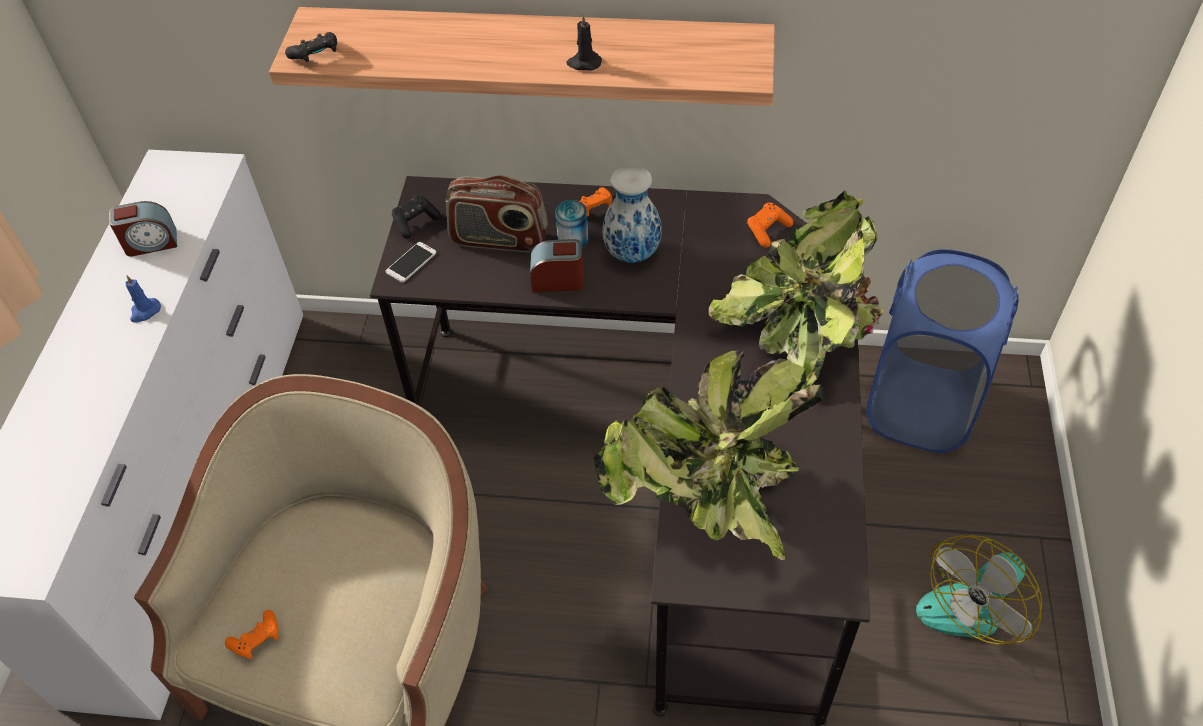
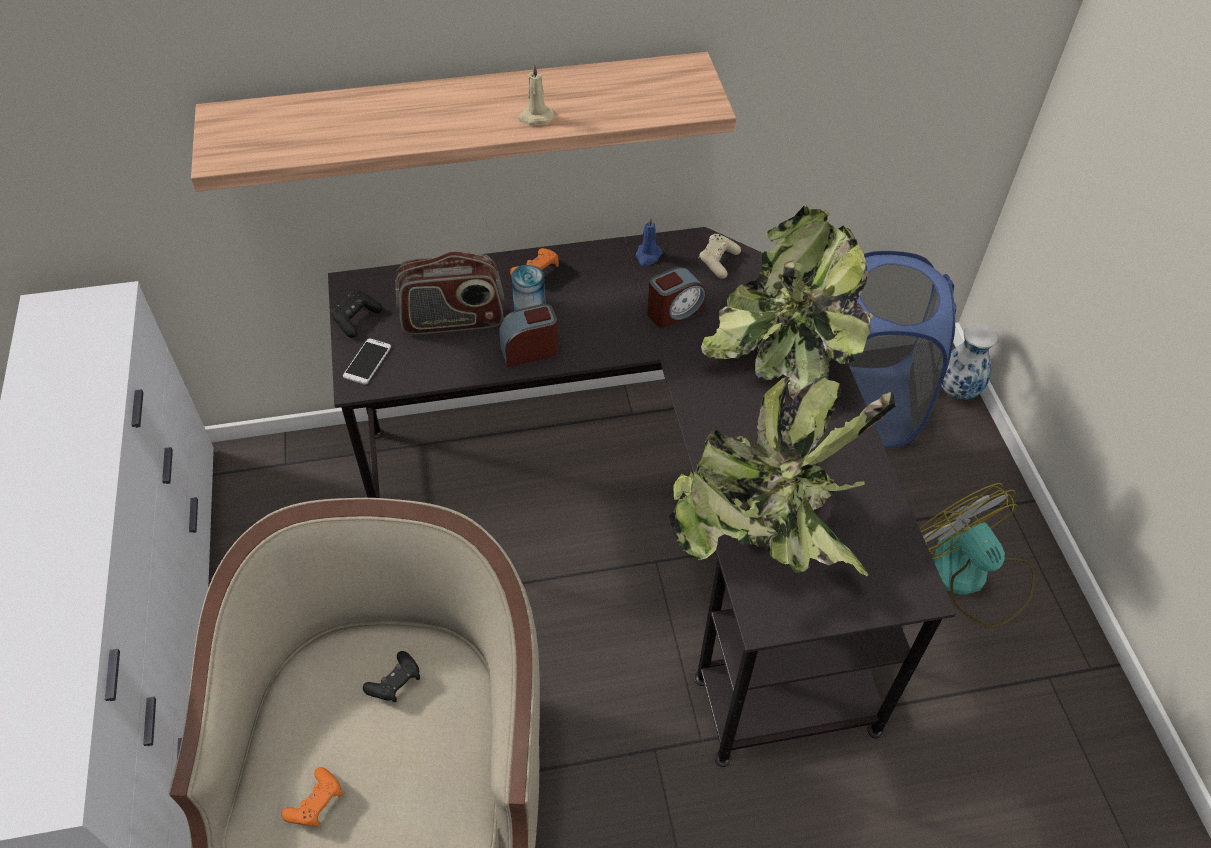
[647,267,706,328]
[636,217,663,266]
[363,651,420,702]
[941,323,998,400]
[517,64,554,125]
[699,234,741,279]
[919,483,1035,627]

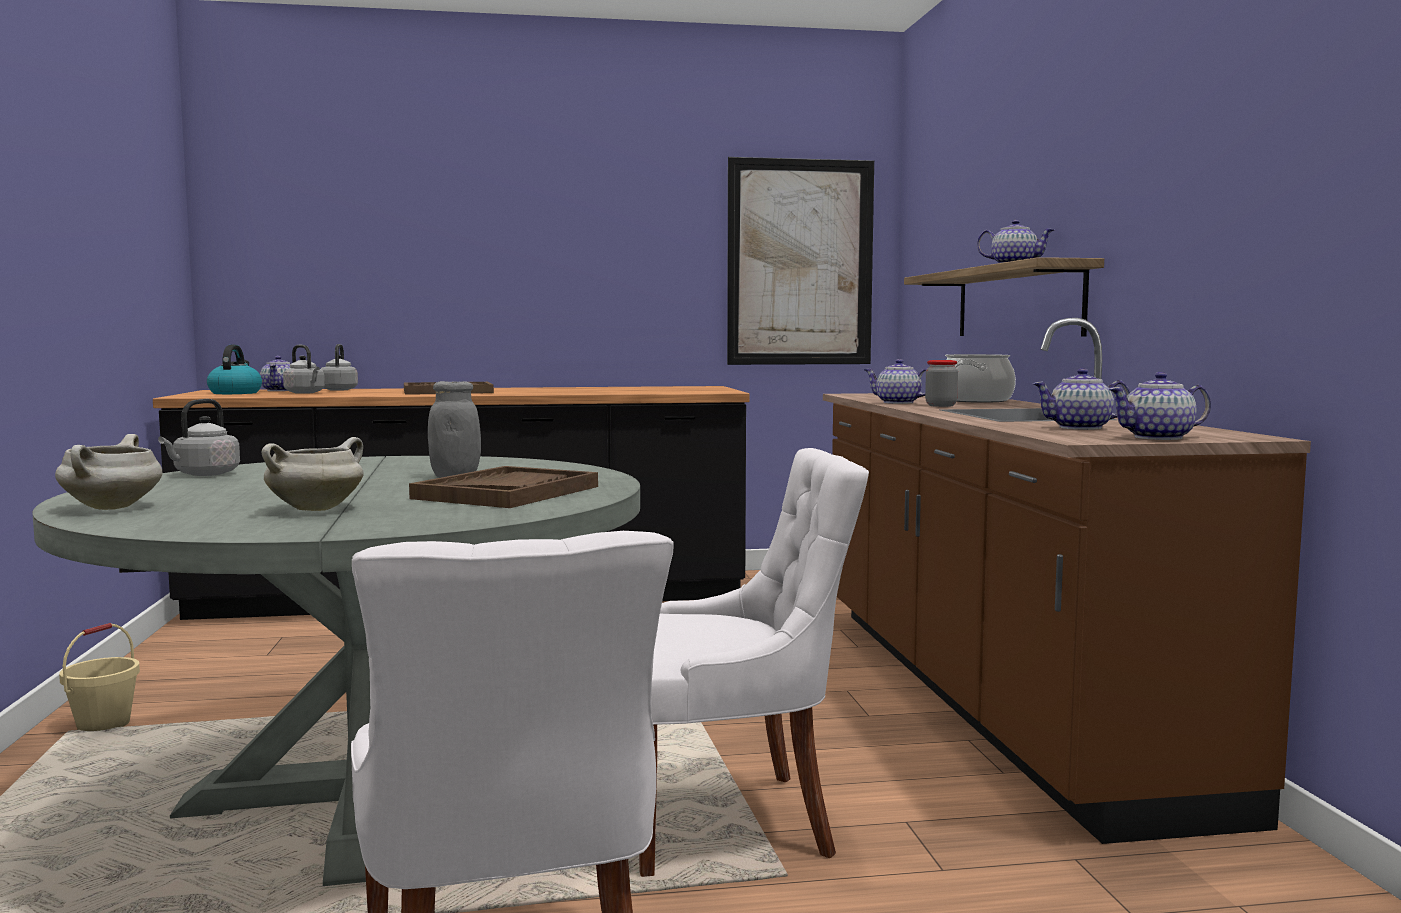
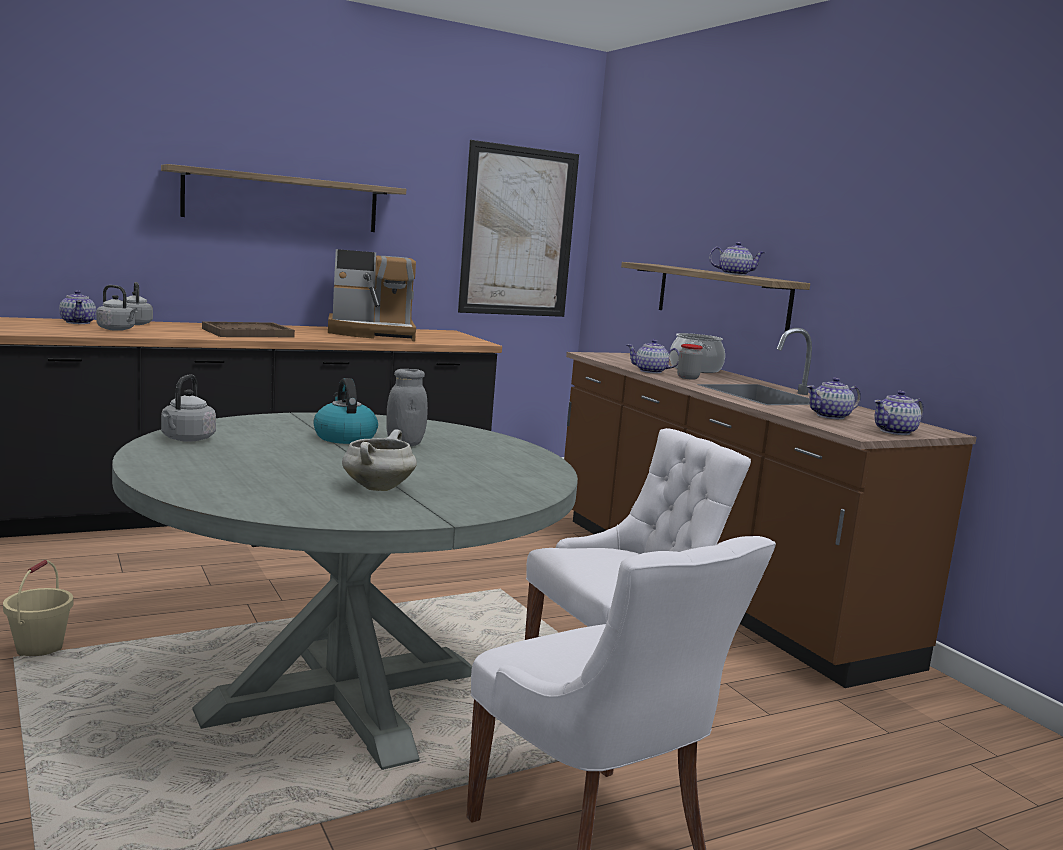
[55,434,162,510] (first image)
[409,466,598,508] (first image)
[161,164,406,232]
[328,249,416,341]
[313,378,378,444]

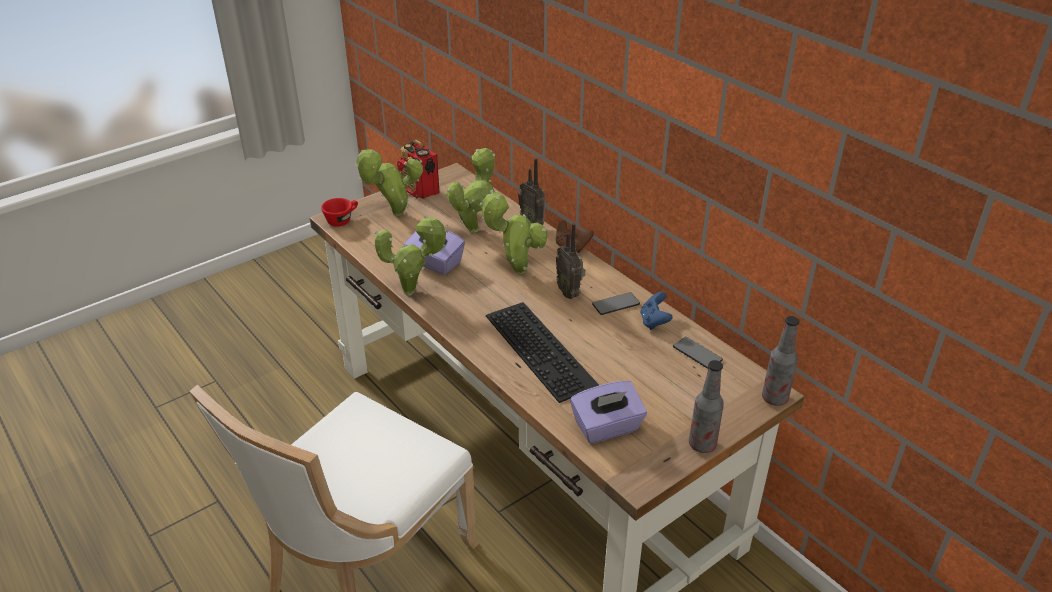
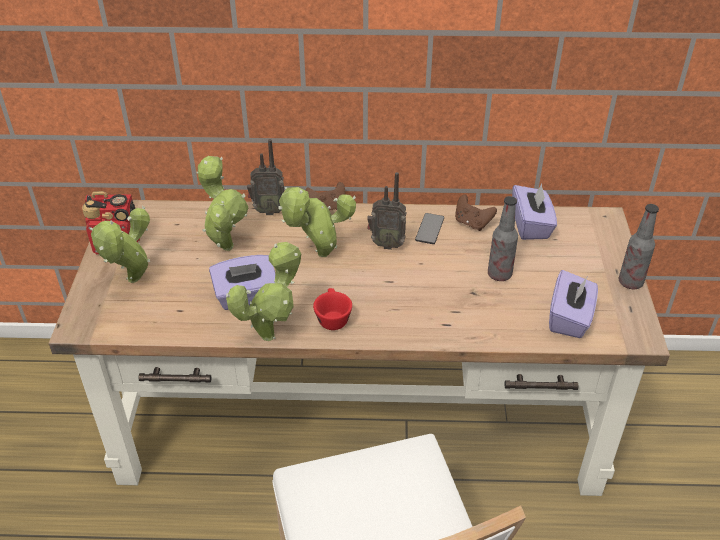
[486,302,599,403] (first image)
[313,288,352,330]
[488,196,518,281]
[512,184,557,240]
[455,195,497,231]

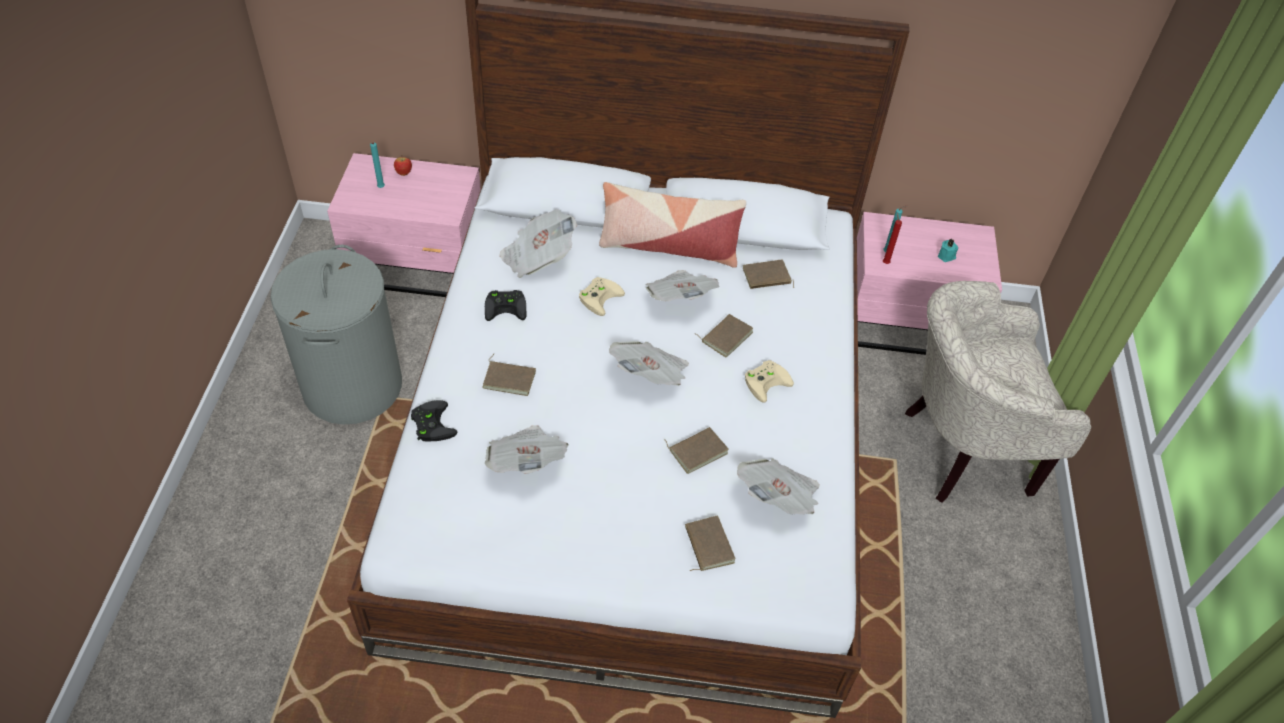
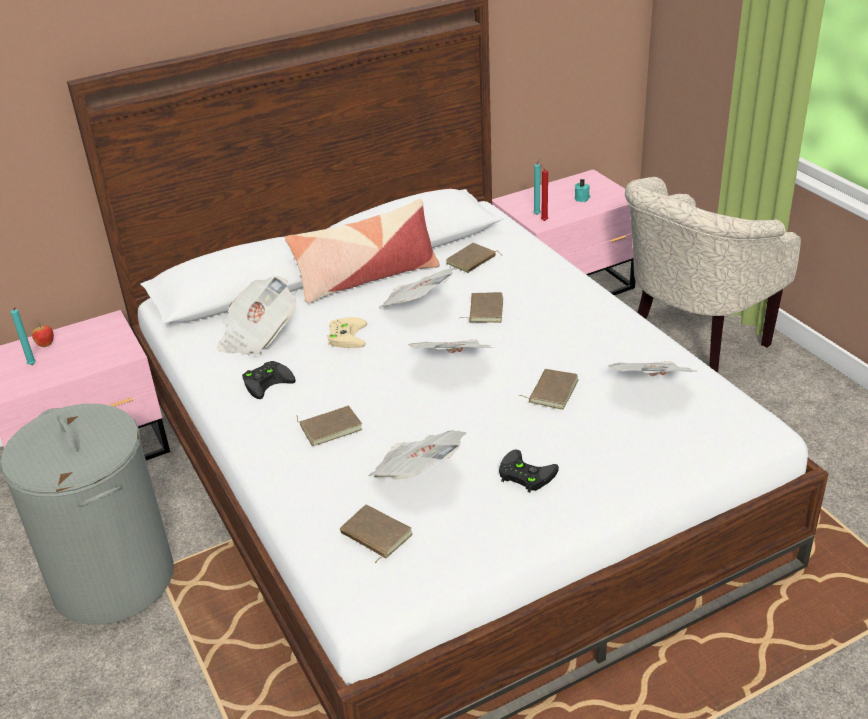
[745,360,794,403] (first image)
[499,449,559,492]
[340,505,413,563]

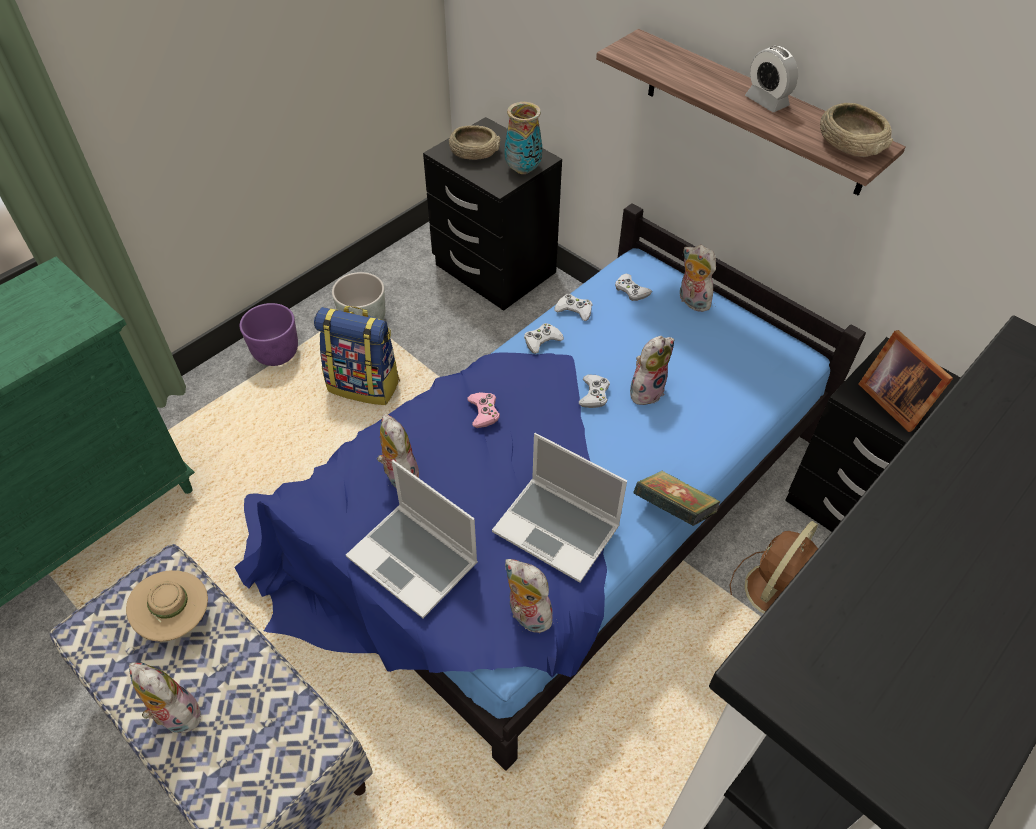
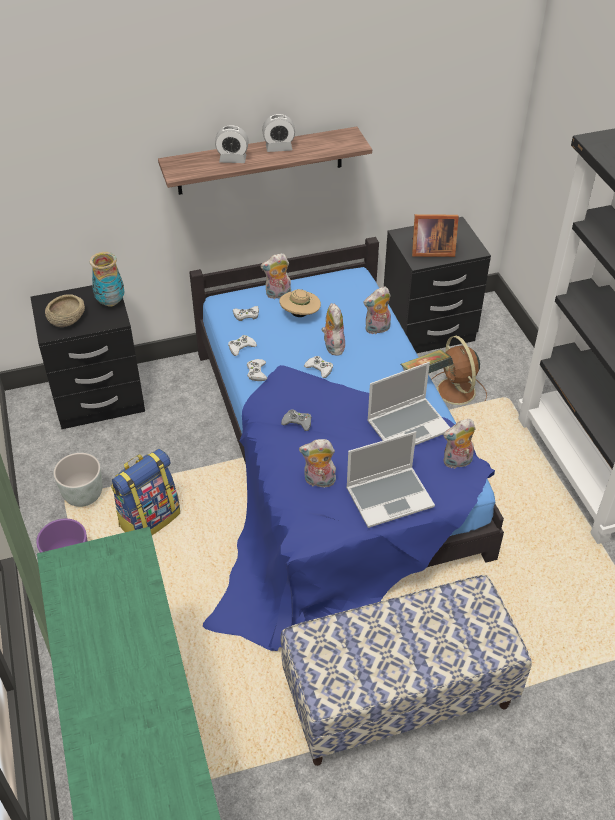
[820,103,893,157] (first image)
[215,125,249,163]
[279,289,321,317]
[363,286,391,334]
[281,410,312,431]

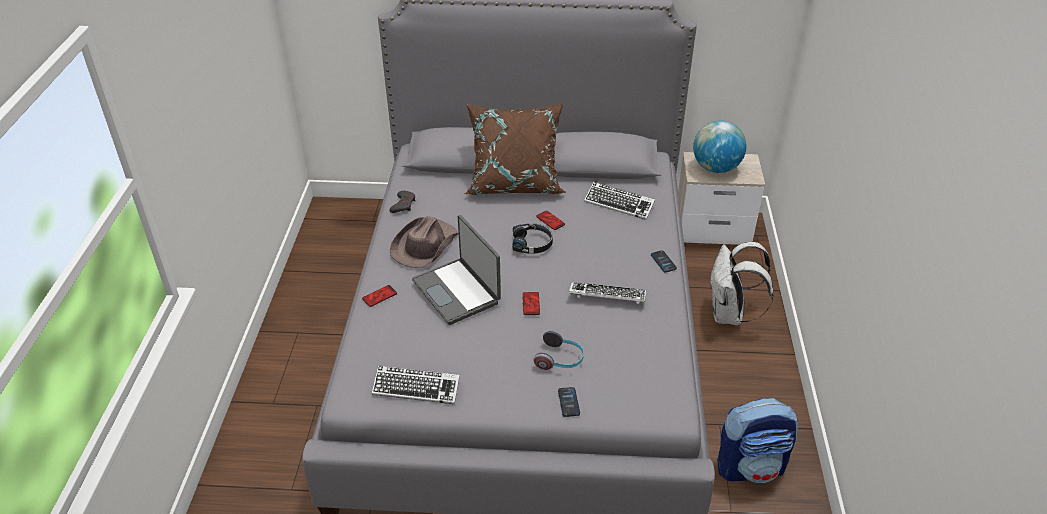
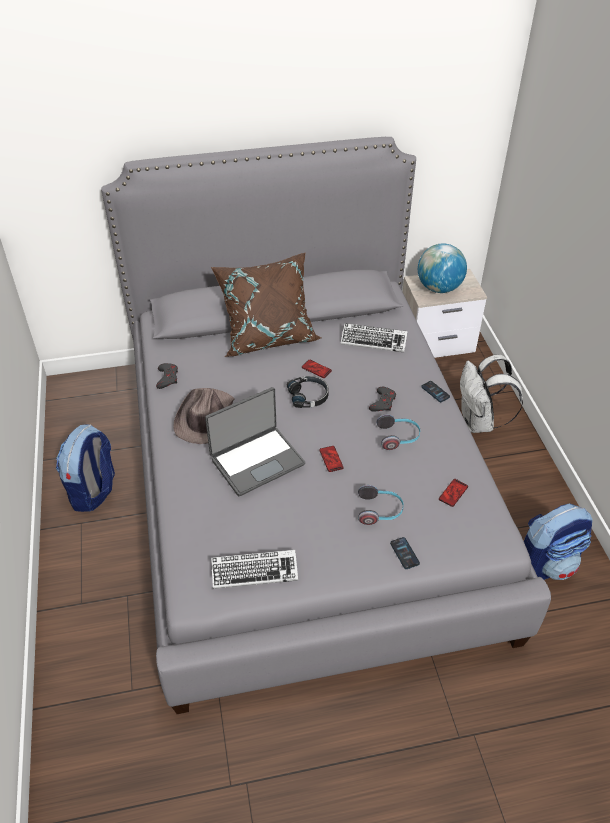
[56,424,115,512]
[369,387,396,412]
[439,479,468,507]
[376,414,420,450]
[205,387,305,496]

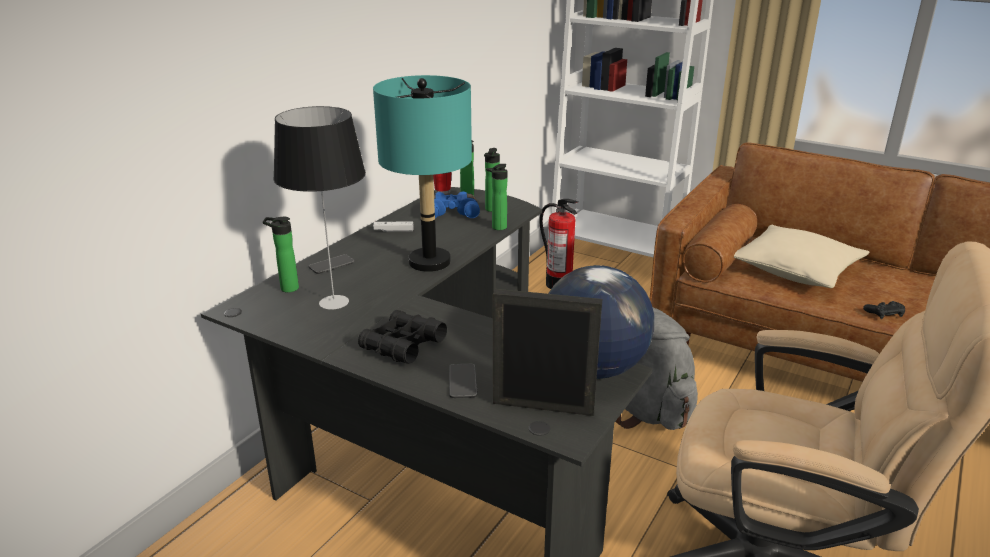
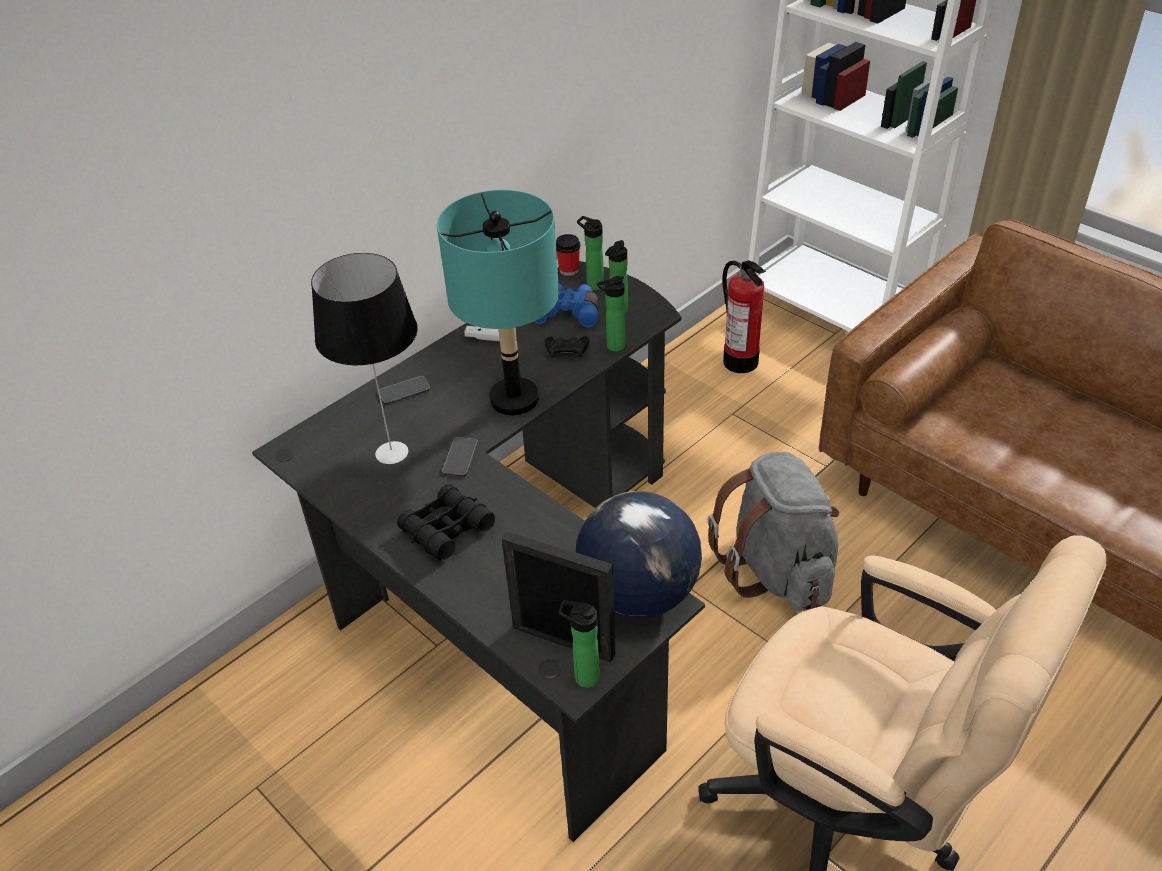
[734,225,870,288] (first image)
[559,600,600,688]
[442,437,478,476]
[545,336,590,358]

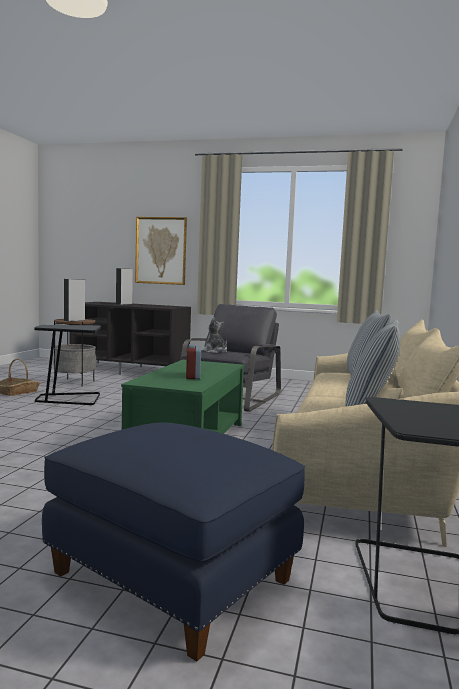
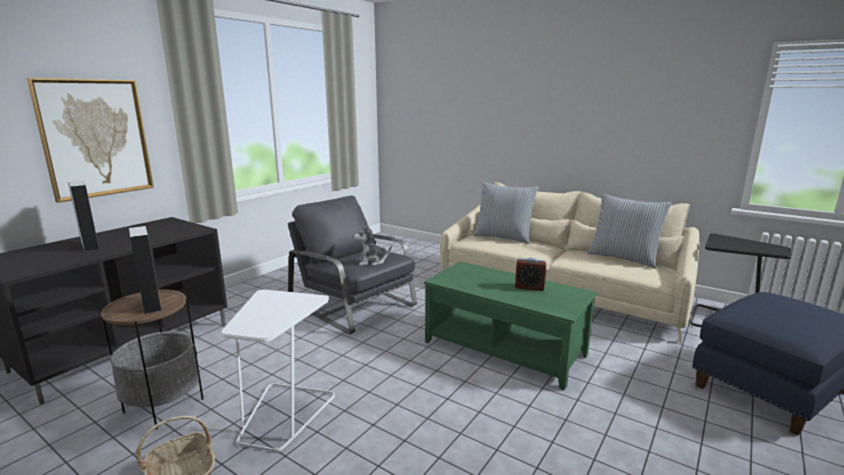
[222,290,335,452]

